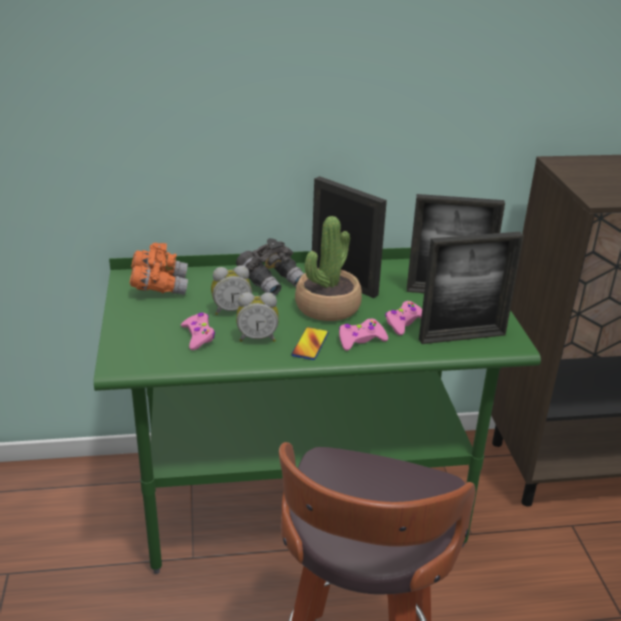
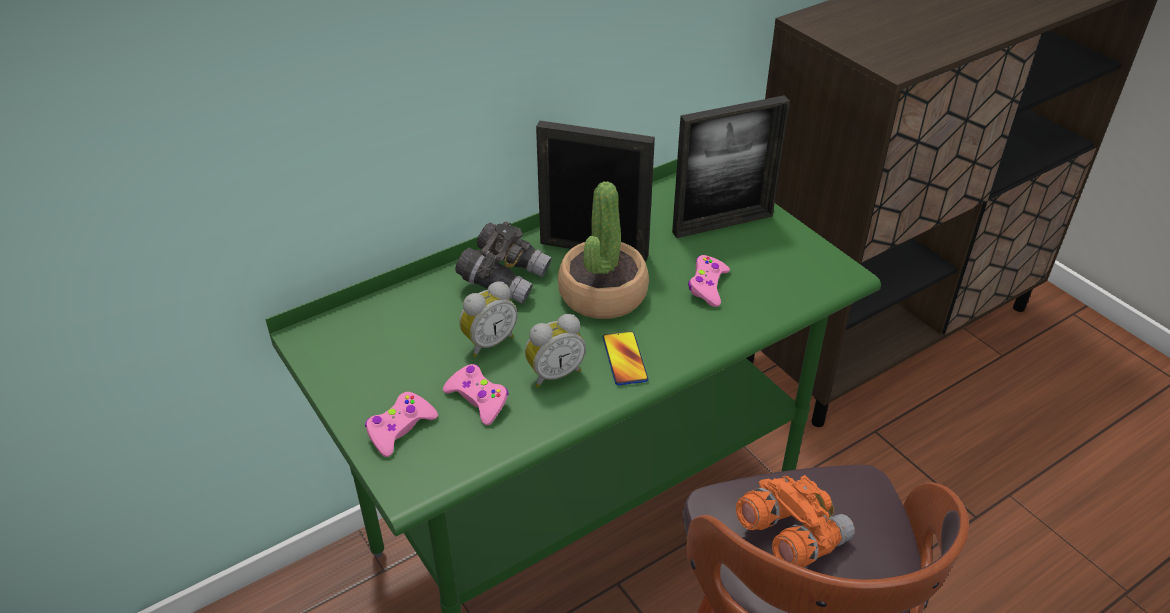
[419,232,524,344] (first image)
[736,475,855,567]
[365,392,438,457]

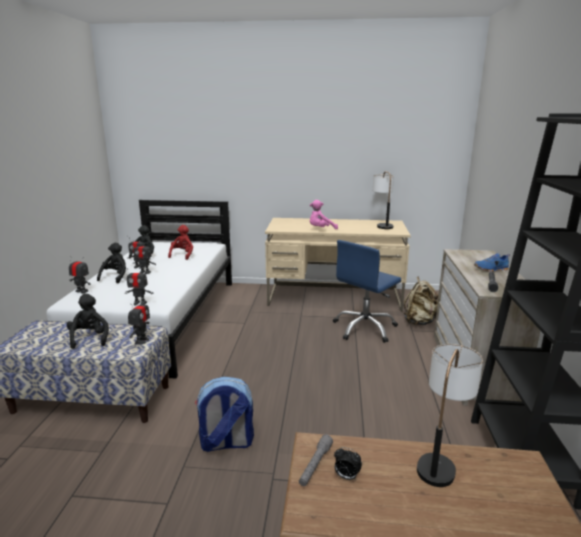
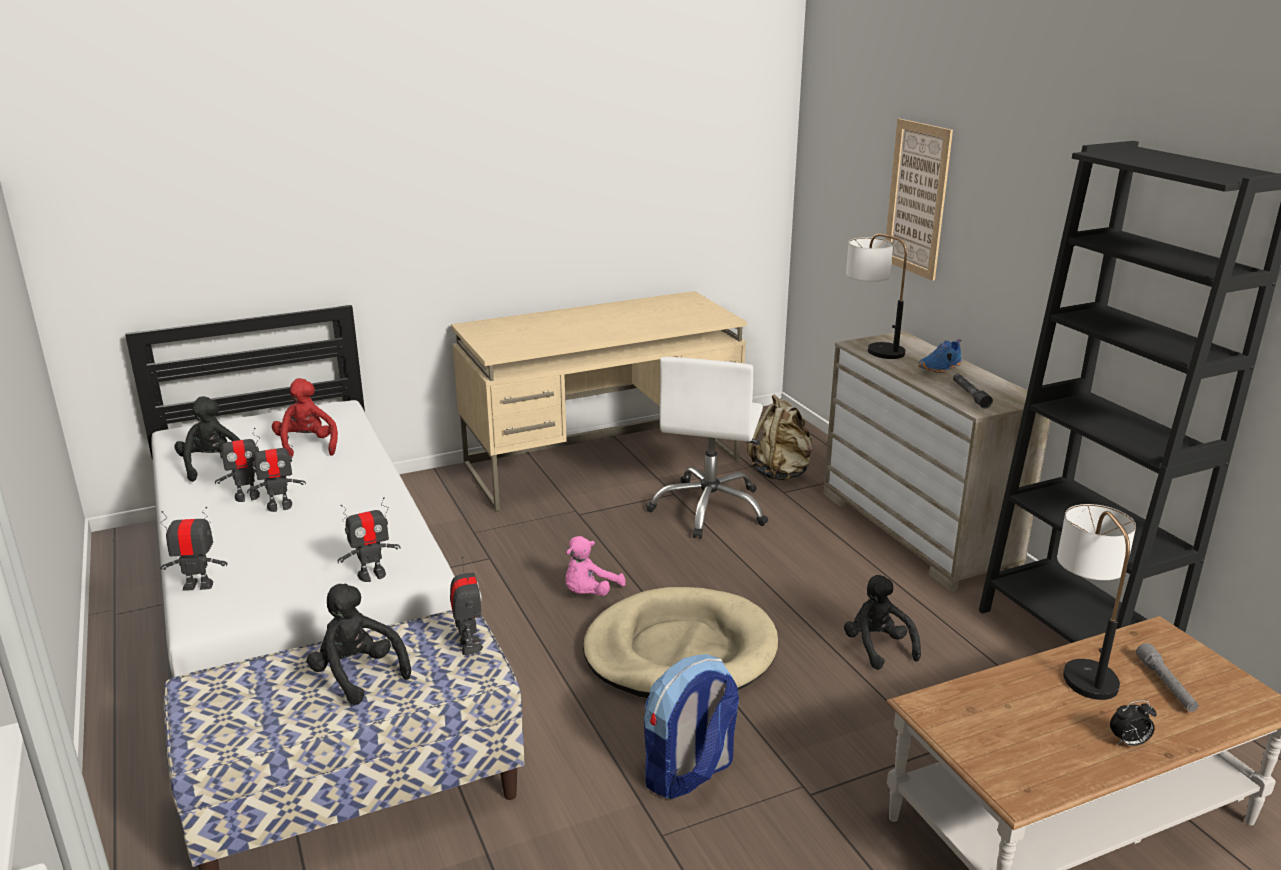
[583,587,778,698]
[886,119,953,281]
[844,575,921,670]
[1136,643,1199,712]
[565,536,626,596]
[1110,700,1157,746]
[846,233,907,359]
[646,357,768,539]

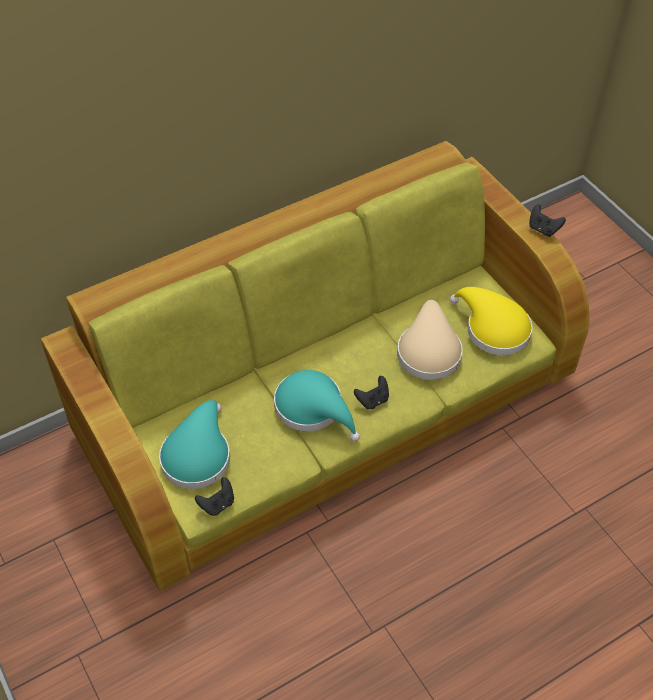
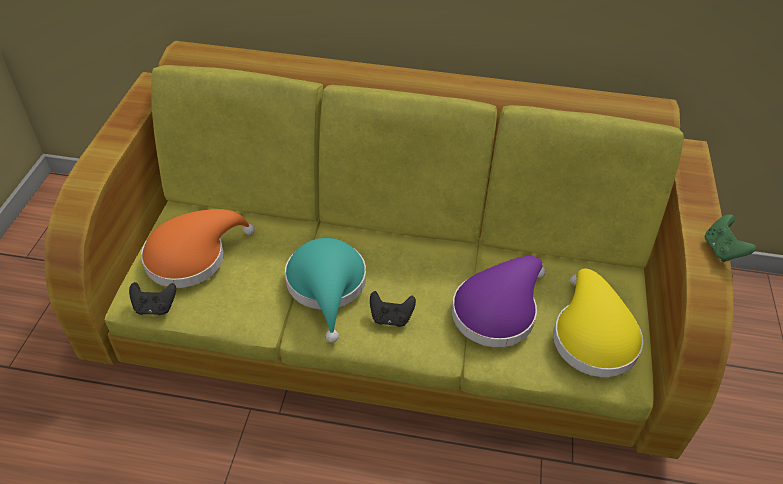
[141,209,255,288]
[452,256,546,347]
[705,214,756,262]

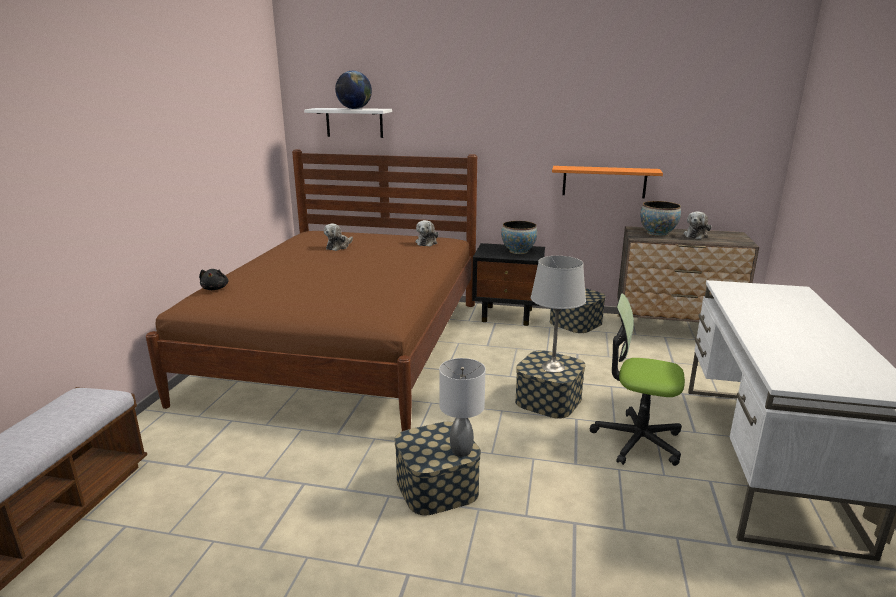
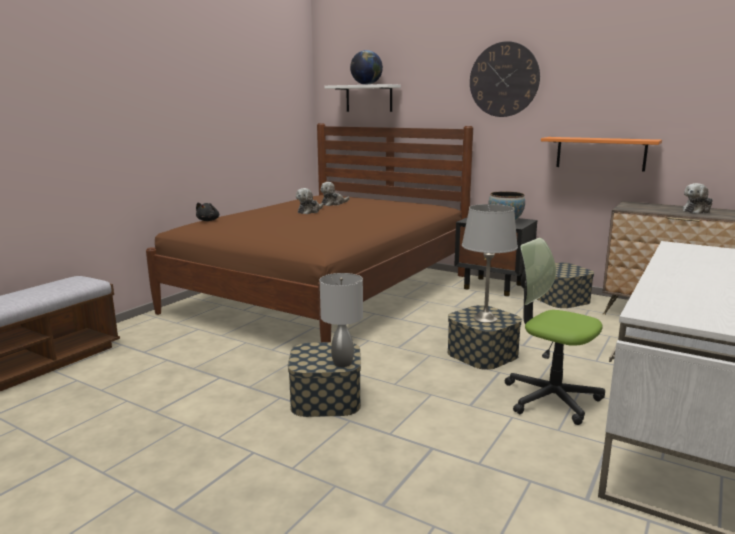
[640,201,681,236] (first image)
[470,41,540,117]
[296,188,323,214]

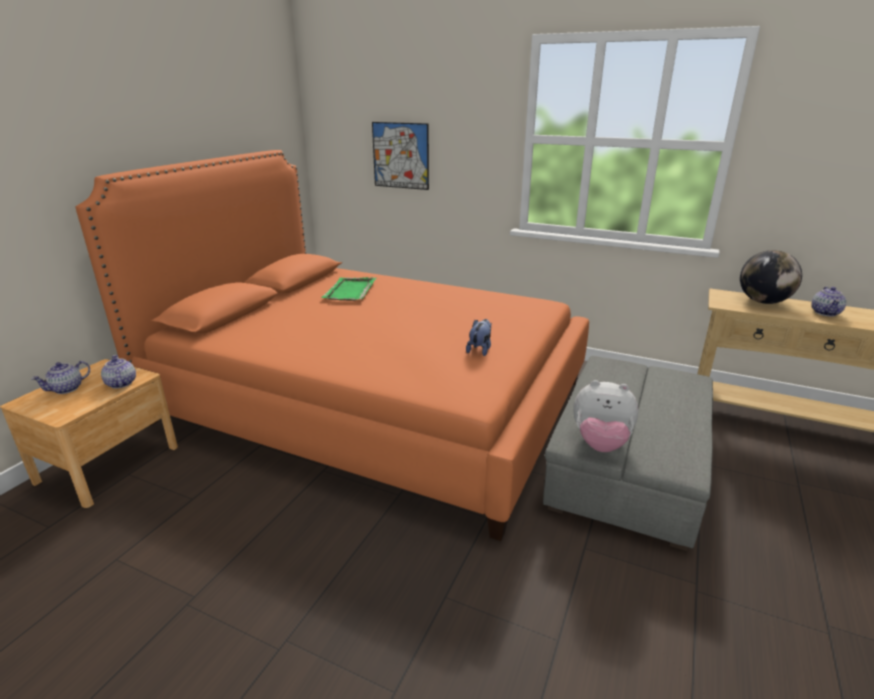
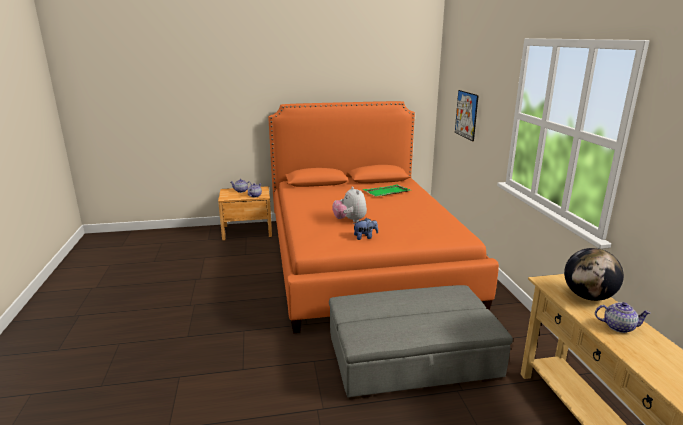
[332,186,367,223]
[595,302,651,333]

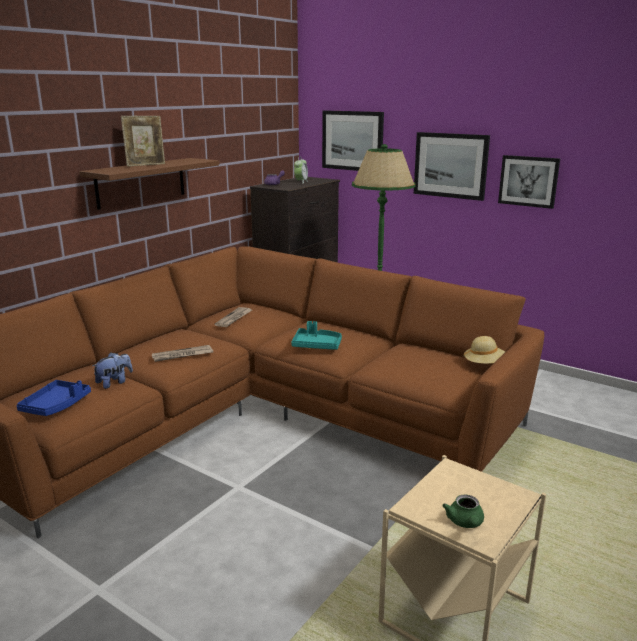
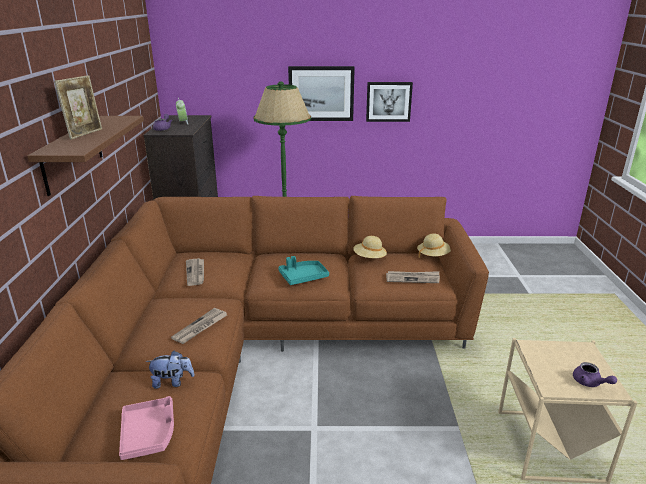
[322,110,384,171] (first image)
[353,236,387,258]
[386,271,440,283]
[119,396,174,460]
[573,362,617,387]
[146,351,195,389]

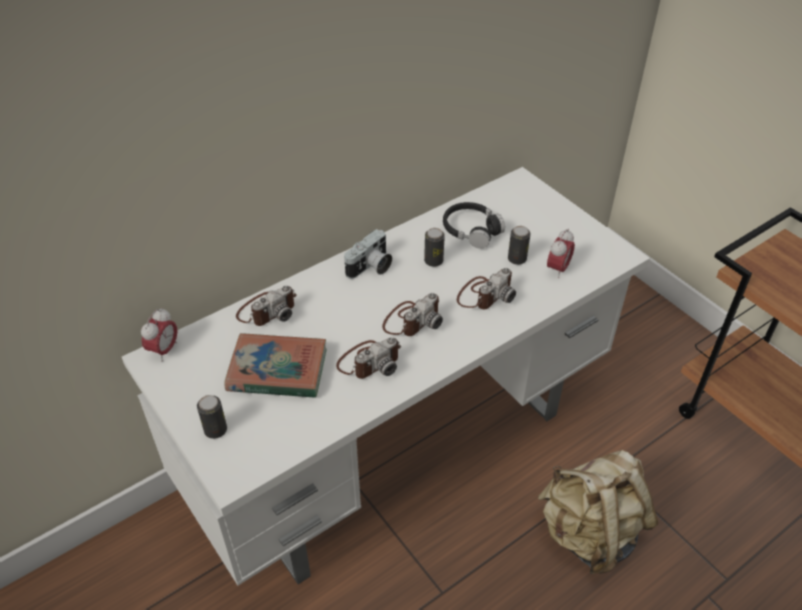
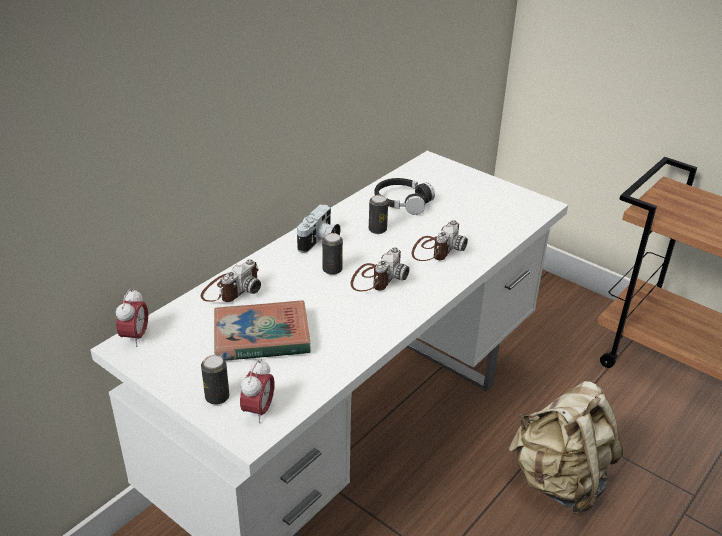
[336,337,401,379] (first image)
[322,233,343,275]
[240,359,275,423]

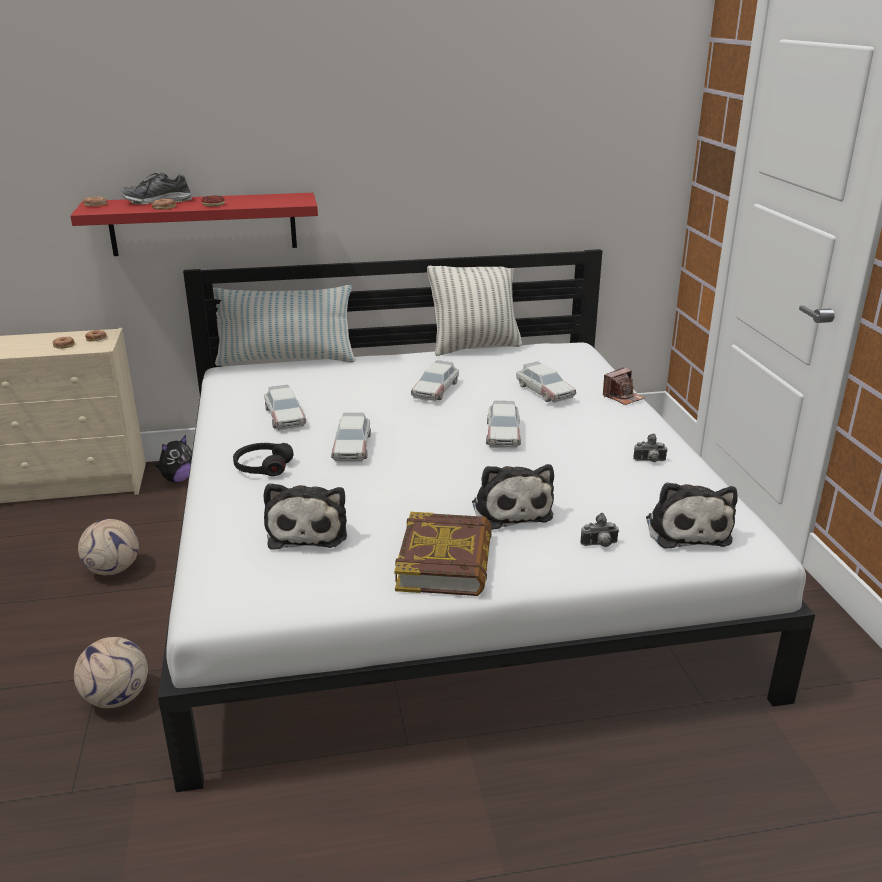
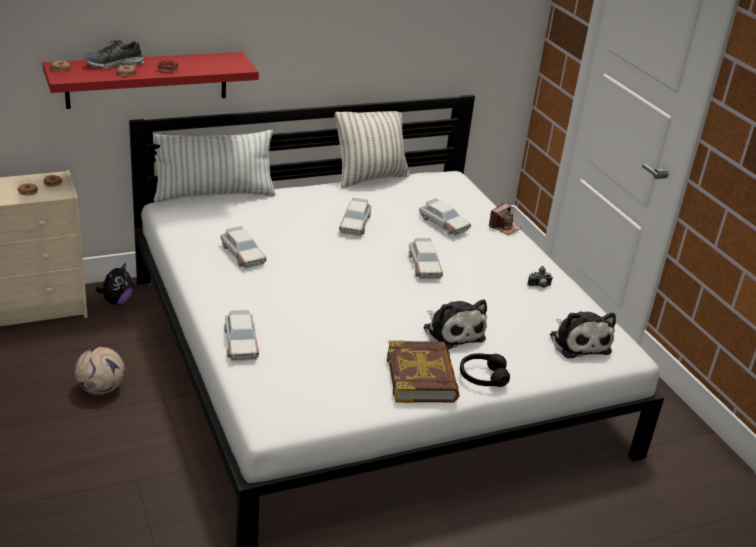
[74,637,148,708] (first image)
[264,483,347,549] (first image)
[580,513,619,547] (first image)
[460,353,510,387]
[224,310,259,361]

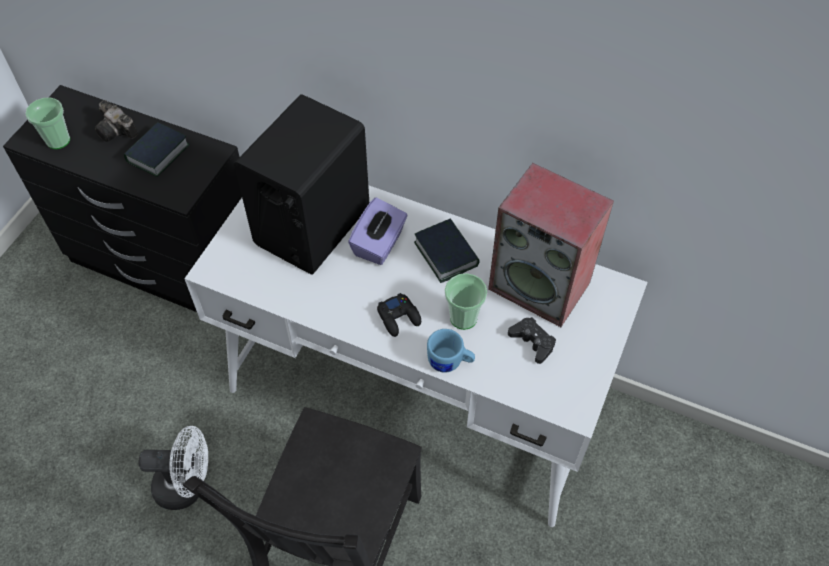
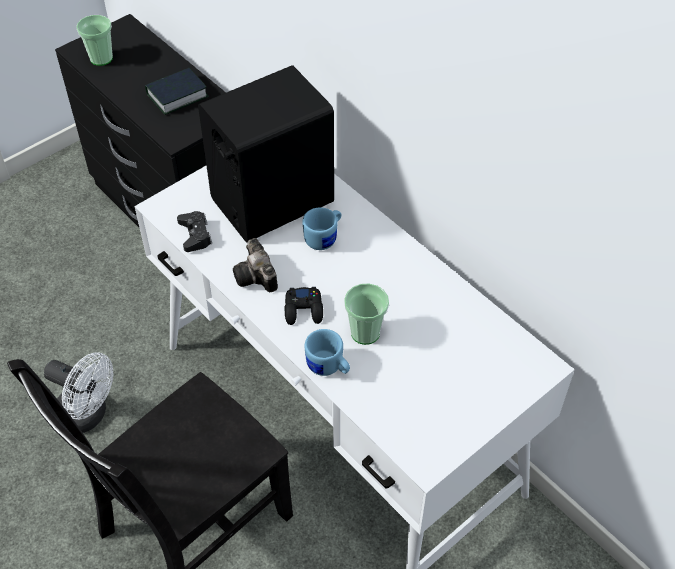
[414,218,480,283] (first image)
[488,163,614,327] (first image)
[233,238,278,292]
[177,211,212,252]
[302,207,341,250]

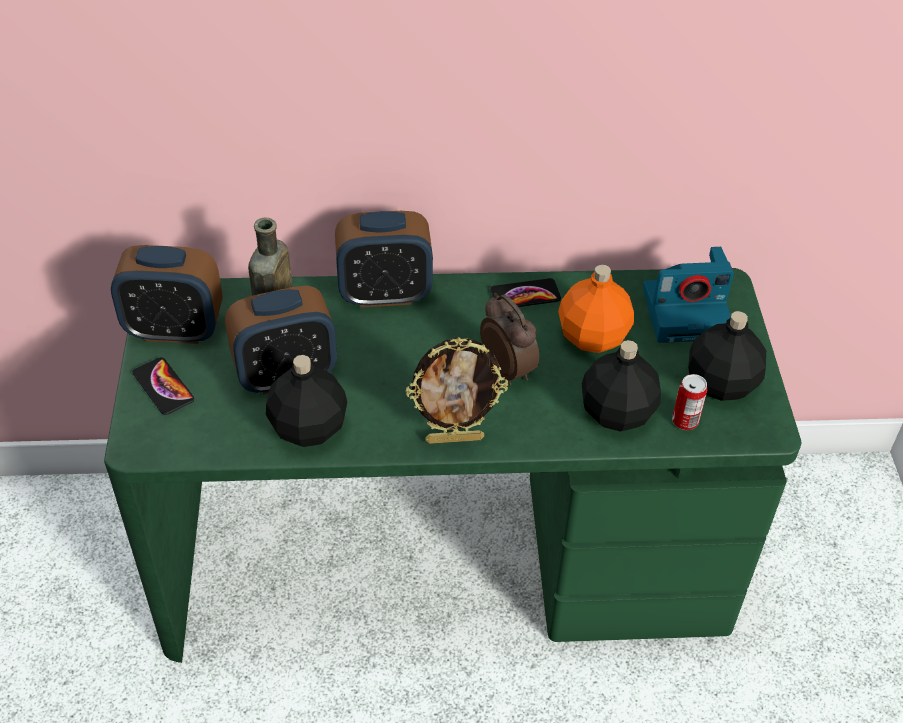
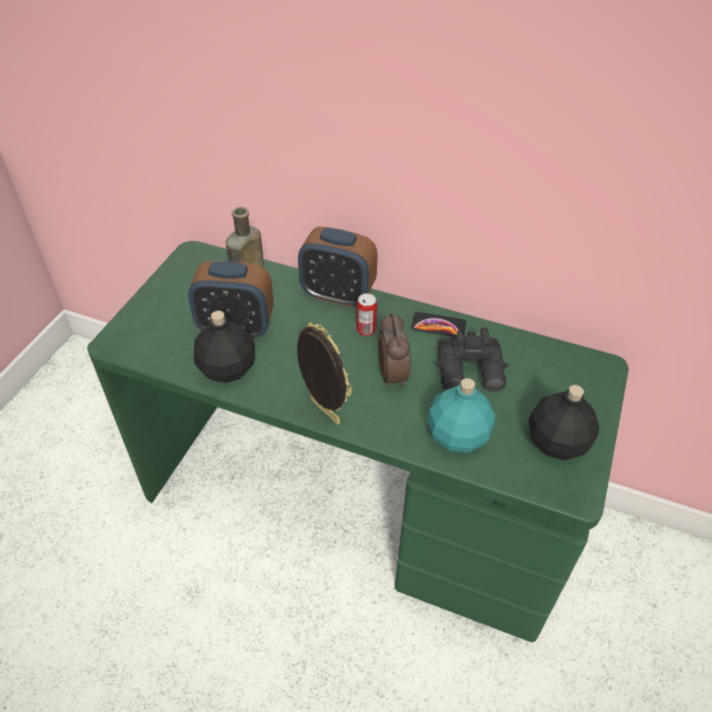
[111,245,222,344] (first image)
[133,357,194,415] (first image)
[643,247,734,343] (first image)
[356,293,377,336]
[436,327,508,392]
[427,378,495,453]
[297,322,352,424]

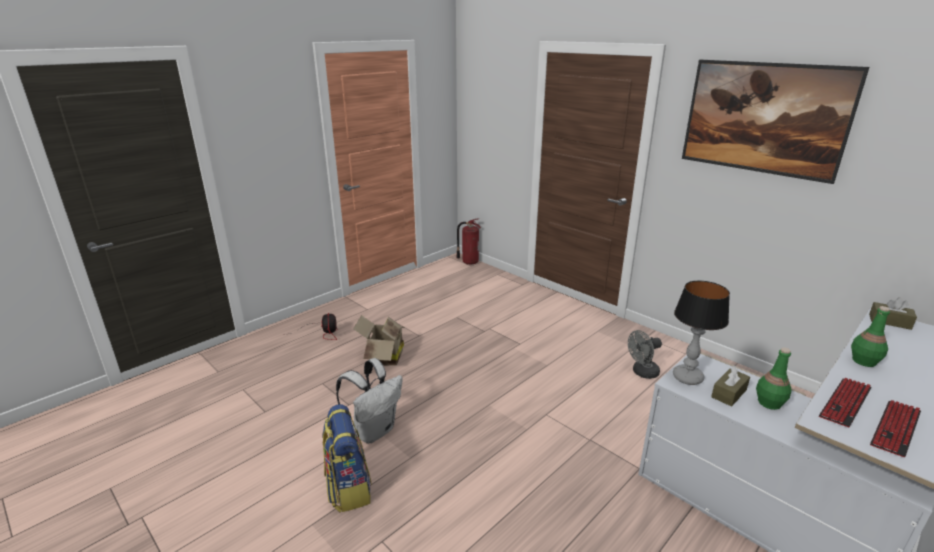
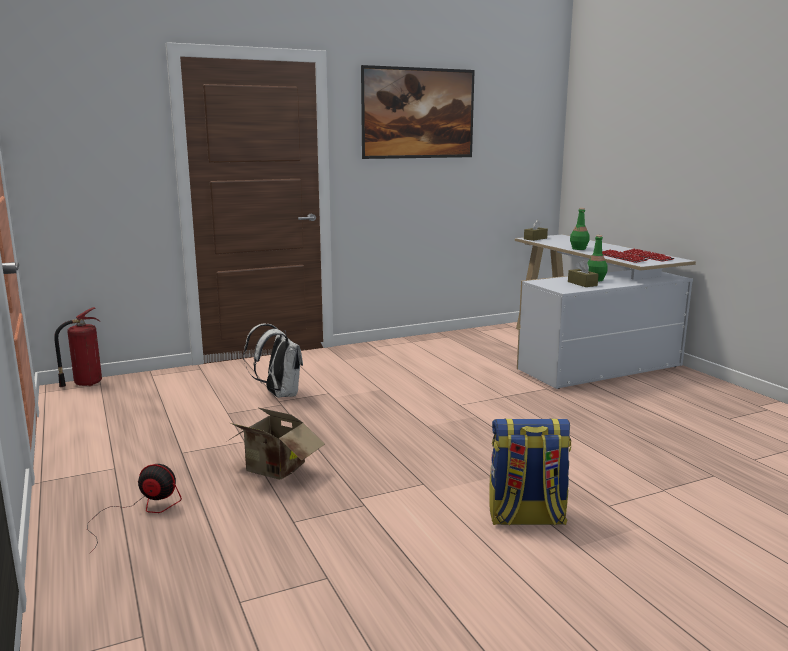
[628,330,662,379] (first image)
[673,280,730,385] (first image)
[243,324,303,398]

